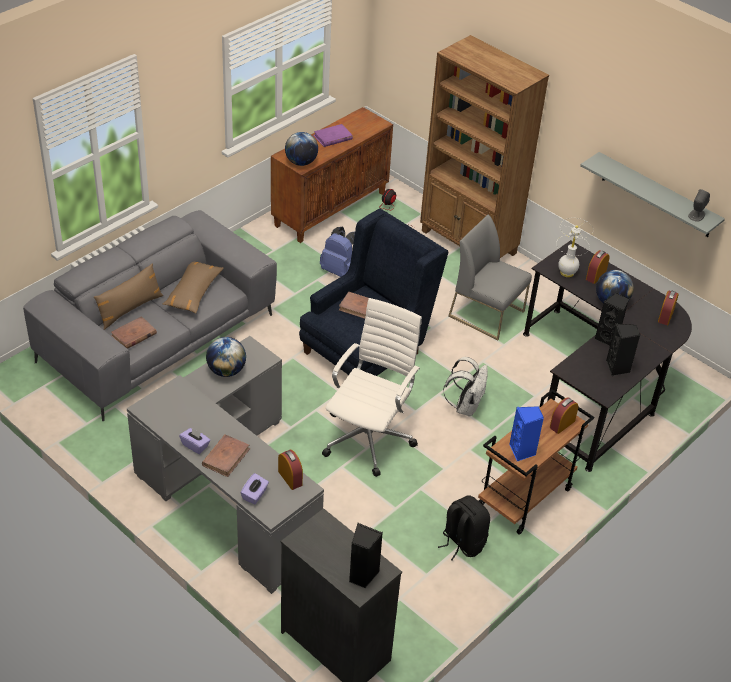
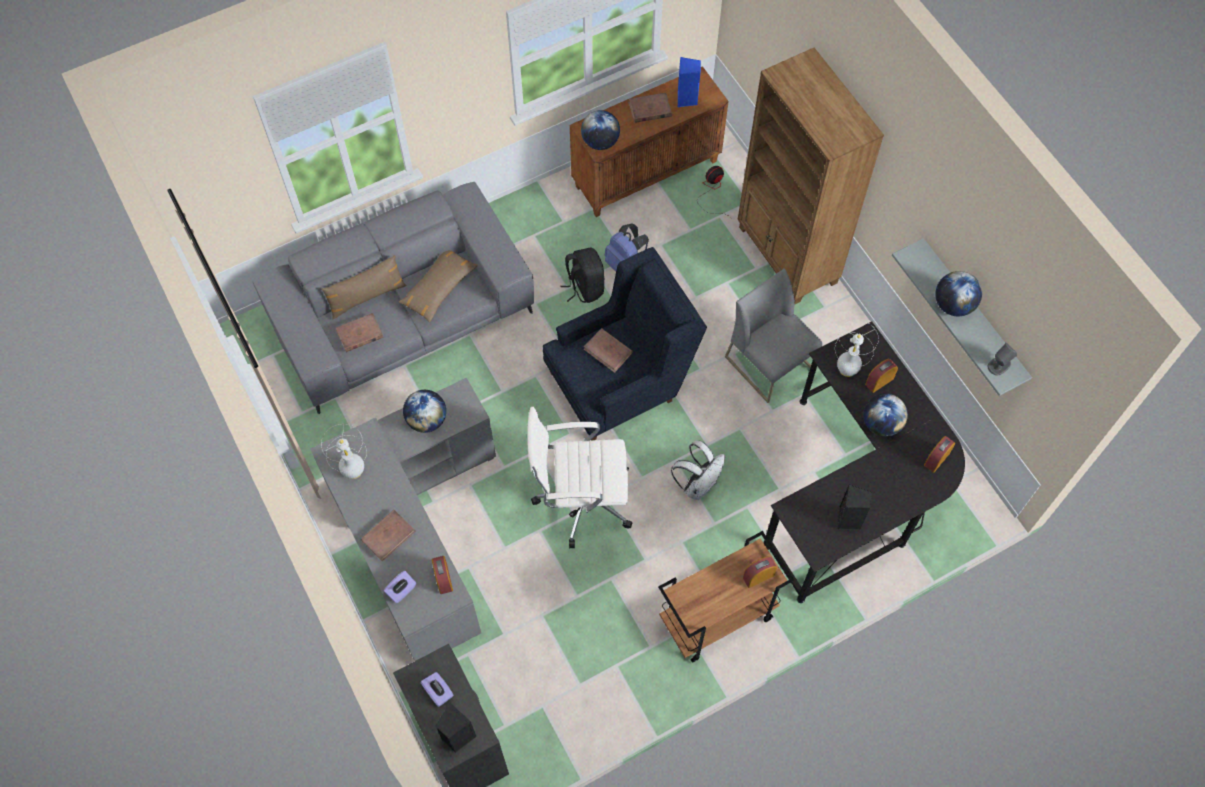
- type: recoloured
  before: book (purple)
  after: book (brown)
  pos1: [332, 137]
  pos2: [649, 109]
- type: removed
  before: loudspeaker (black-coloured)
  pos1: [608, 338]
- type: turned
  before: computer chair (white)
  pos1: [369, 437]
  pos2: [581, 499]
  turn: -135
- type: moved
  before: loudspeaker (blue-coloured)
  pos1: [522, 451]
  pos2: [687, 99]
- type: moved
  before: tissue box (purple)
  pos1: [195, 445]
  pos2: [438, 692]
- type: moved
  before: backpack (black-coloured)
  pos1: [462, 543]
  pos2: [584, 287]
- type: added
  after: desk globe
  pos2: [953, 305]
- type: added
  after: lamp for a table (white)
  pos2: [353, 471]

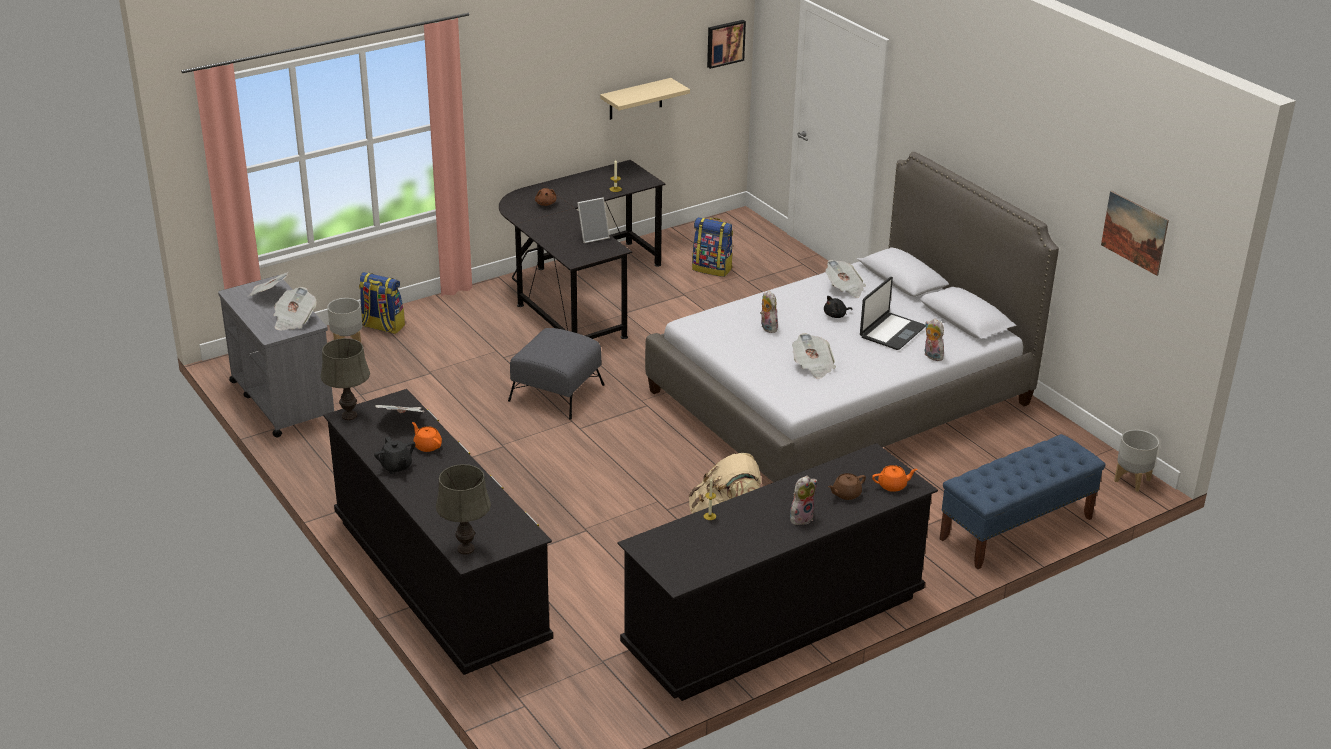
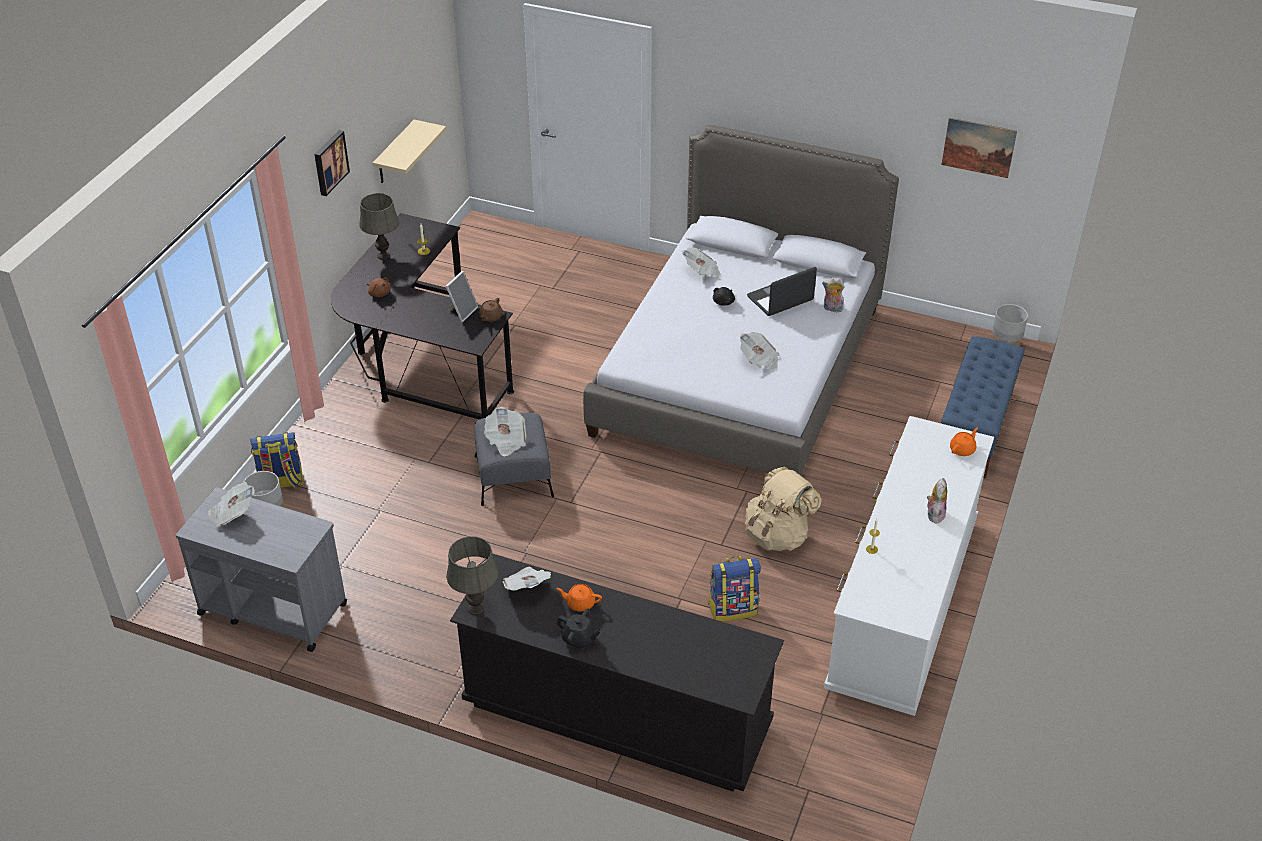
- type: moved
  before: wall art
  pos1: [725, 43]
  pos2: [329, 162]
- type: moved
  before: backpack
  pos1: [712, 269]
  pos2: [733, 608]
- type: turned
  before: laptop
  pos1: [891, 332]
  pos2: [780, 299]
  turn: -120
- type: moved
  before: printed paper
  pos1: [294, 320]
  pos2: [506, 440]
- type: removed
  before: cuddly toy
  pos1: [767, 328]
- type: recoloured
  before: drawer chest (black-coloured)
  after: drawer chest (white)
  pos1: [774, 622]
  pos2: [902, 604]
- type: moved
  before: lamp for a table (greyish)
  pos1: [466, 549]
  pos2: [383, 256]
- type: moved
  before: teapot (brown)
  pos1: [846, 494]
  pos2: [490, 317]

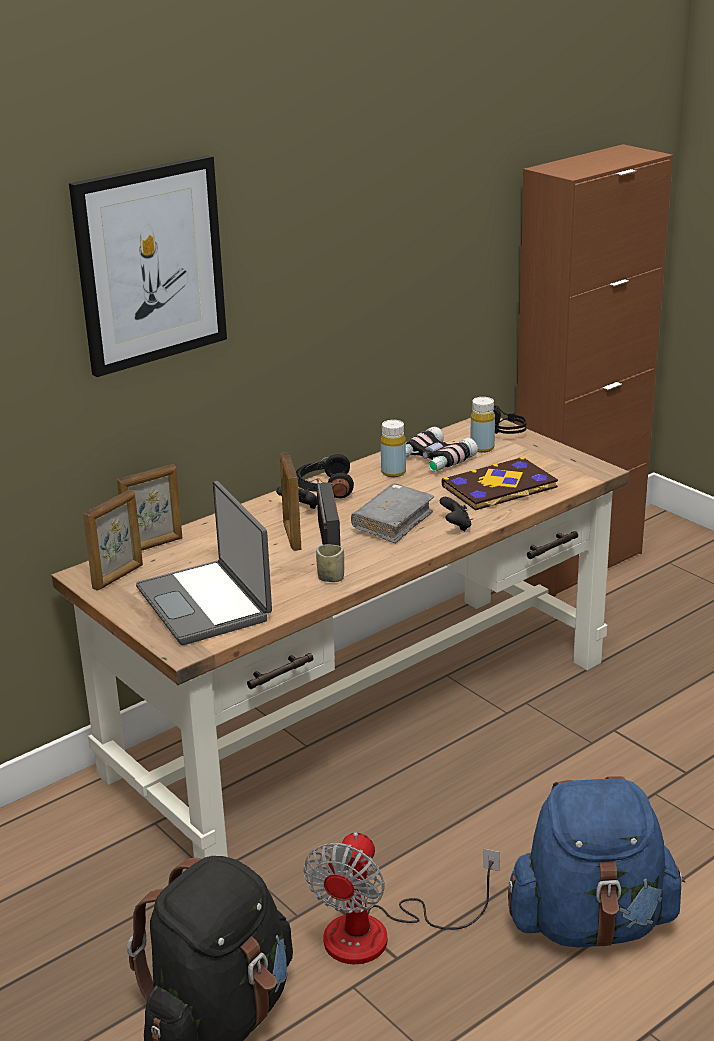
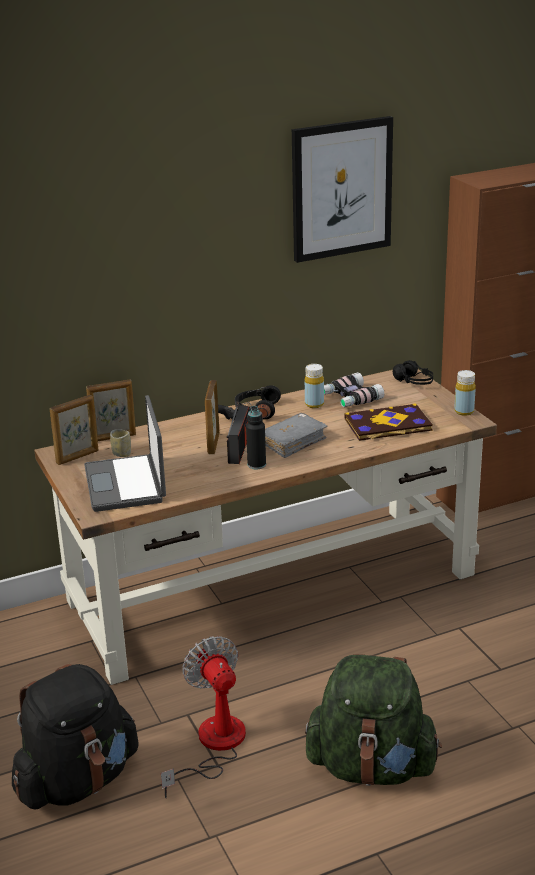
- type: moved
  before: wall art
  pos1: [150, 264]
  pos2: [341, 189]
- type: moved
  before: beverage bottle (yellow)
  pos1: [482, 448]
  pos2: [464, 411]
- type: removed
  before: gamepad (black-coloured)
  pos1: [456, 526]
- type: moved
  before: cup
  pos1: [331, 578]
  pos2: [121, 454]
- type: recoloured
  before: backpack (blue-coloured)
  after: backpack (green)
  pos1: [591, 923]
  pos2: [371, 767]
- type: turned
  before: cooling fan
  pos1: [379, 934]
  pos2: [213, 746]
  turn: 120
- type: added
  after: beverage bottle (black-coloured)
  pos2: [256, 465]

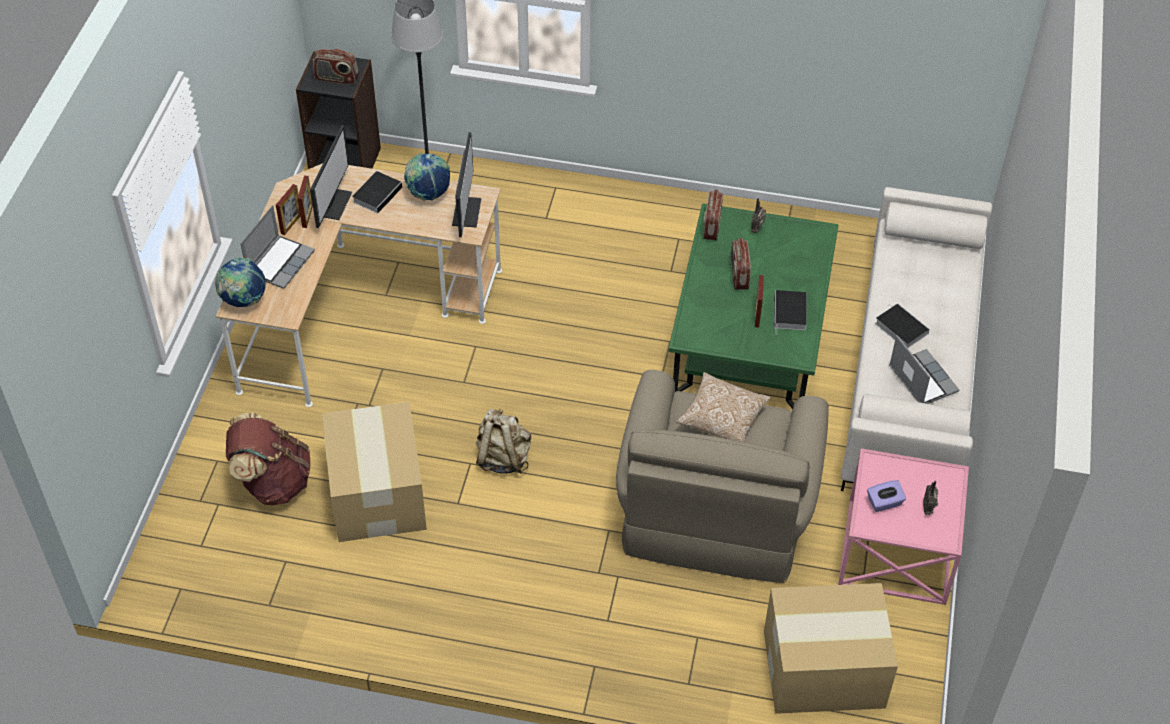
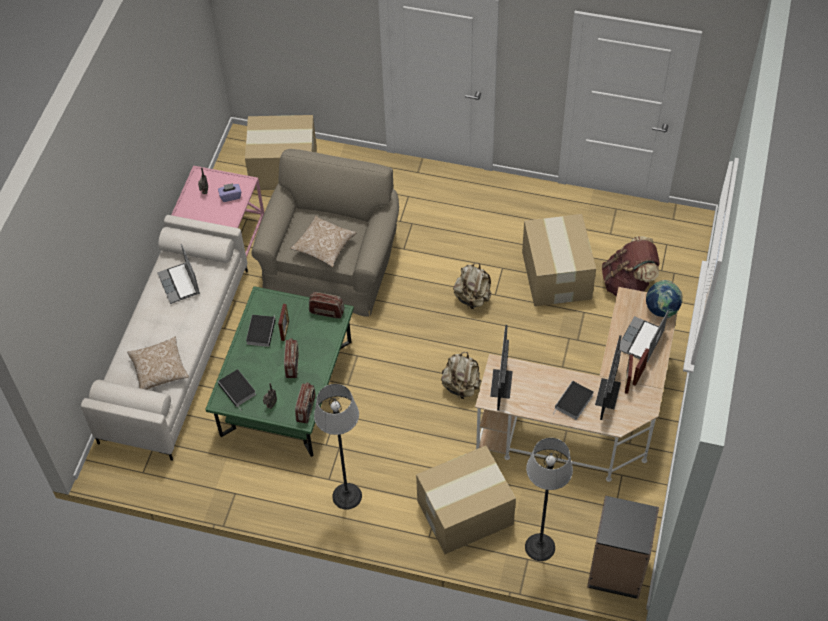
- type: moved
  before: radio
  pos1: [336, 78]
  pos2: [327, 311]
- type: removed
  before: desk globe
  pos1: [428, 194]
- type: moved
  before: book
  pos1: [899, 328]
  pos2: [238, 390]
- type: added
  after: pillow
  pos2: [159, 370]
- type: added
  after: backpack (sand-coloured)
  pos2: [461, 386]
- type: added
  after: standing lamp
  pos2: [346, 496]
- type: added
  after: packing box
  pos2: [463, 512]

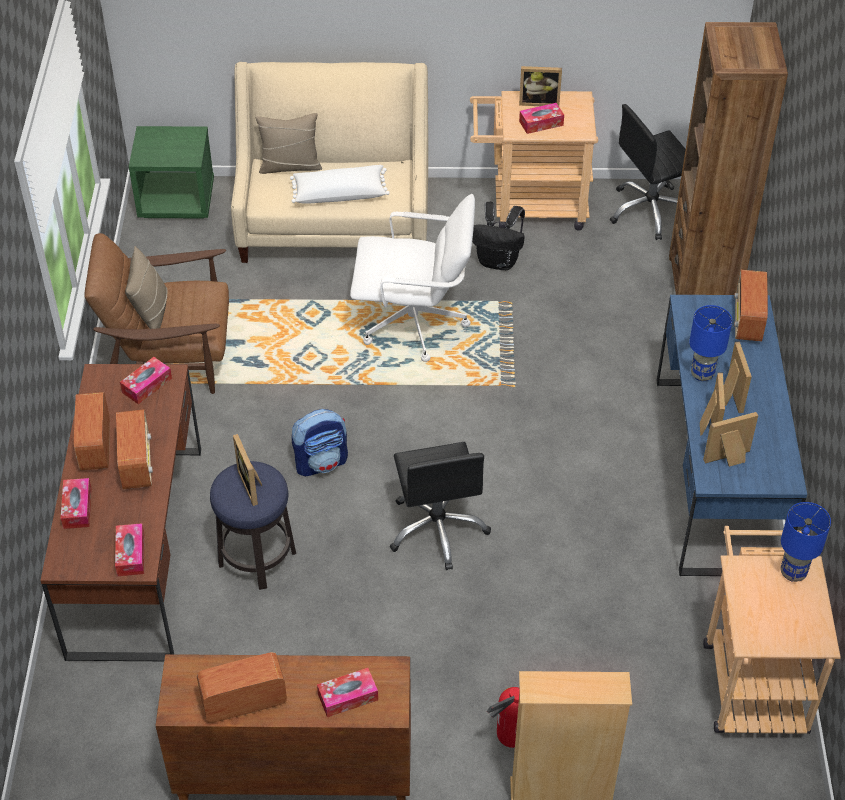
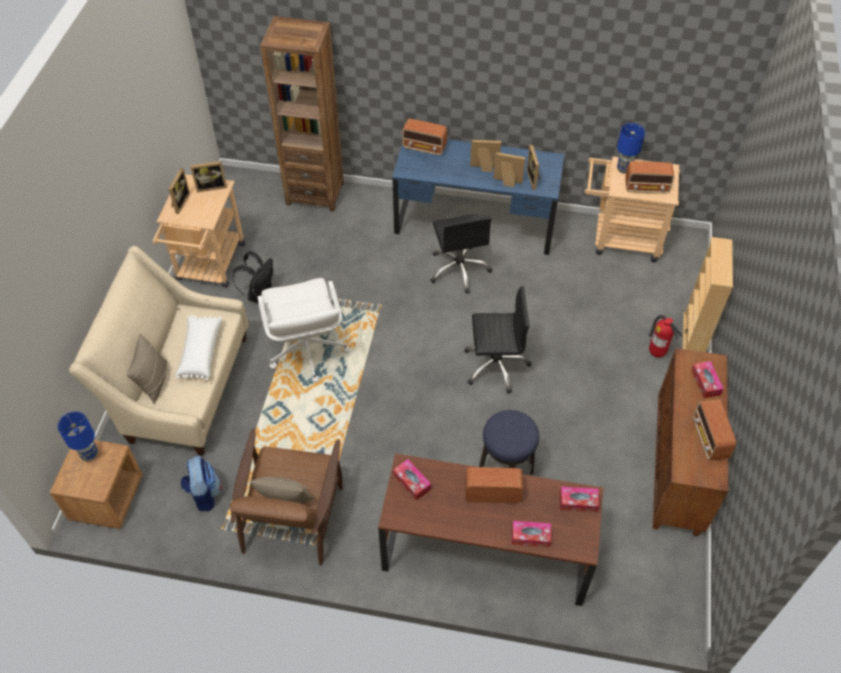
- type: removed
  before: tissue box
  pos1: [541, 123]
- type: moved
  before: computer chair (black-coloured)
  pos1: [649, 211]
  pos2: [459, 269]
- type: recoloured
  before: night table (green)
  after: night table (brown)
  pos1: [177, 200]
  pos2: [106, 498]
- type: turned
  before: computer chair (white)
  pos1: [414, 324]
  pos2: [307, 351]
  turn: 150
- type: moved
  before: lamp for a table (blue-coloured)
  pos1: [702, 374]
  pos2: [90, 454]
- type: moved
  before: radio
  pos1: [95, 447]
  pos2: [647, 188]
- type: moved
  before: backpack
  pos1: [321, 462]
  pos2: [204, 494]
- type: moved
  before: photo frame
  pos1: [253, 485]
  pos2: [211, 186]

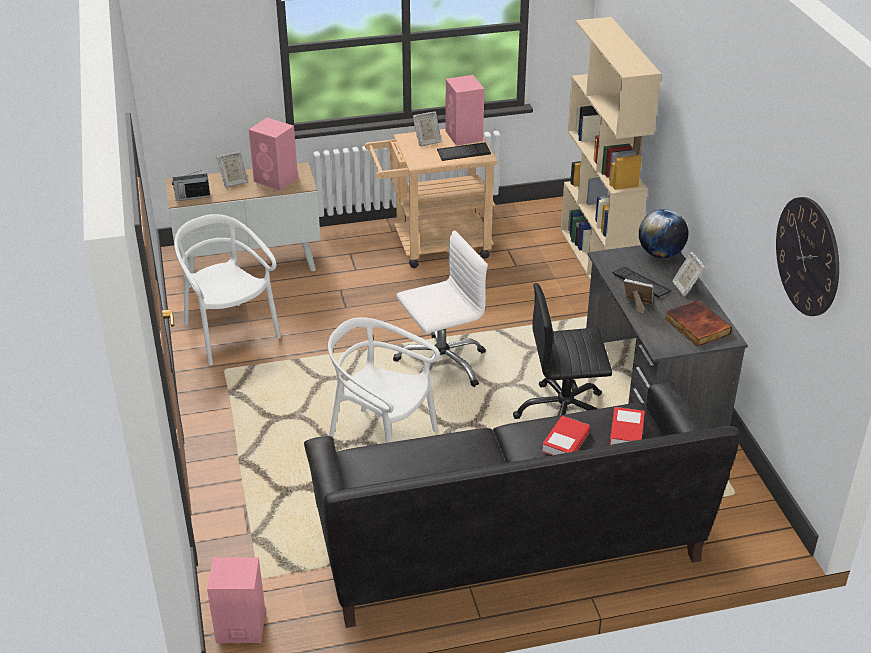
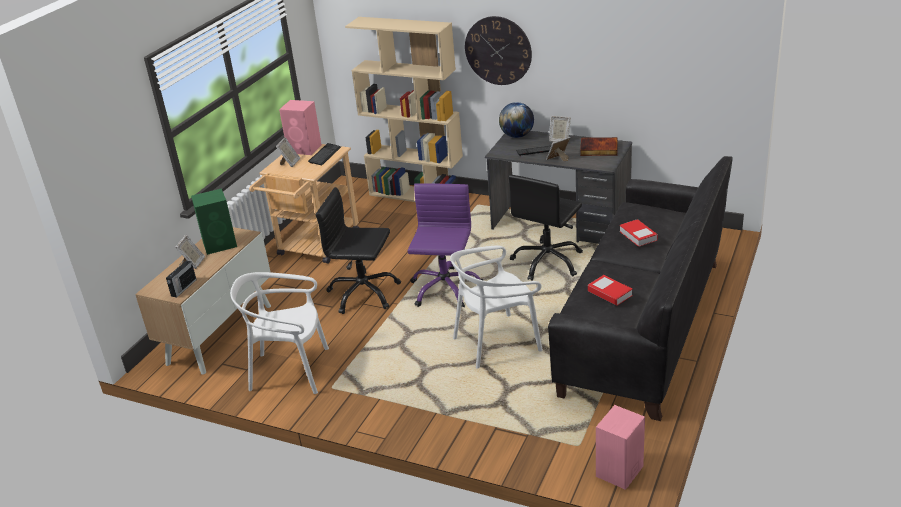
- type: recoloured
  before: loudspeaker (pink-coloured)
  after: loudspeaker (green)
  pos1: [276, 180]
  pos2: [220, 244]
- type: moved
  before: wall clock
  pos1: [808, 256]
  pos2: [498, 50]
- type: recoloured
  before: computer chair (white)
  after: computer chair (purple)
  pos1: [441, 364]
  pos2: [445, 289]
- type: moved
  before: book
  pos1: [626, 432]
  pos2: [609, 293]
- type: added
  after: computer chair (black-coloured)
  pos2: [363, 293]

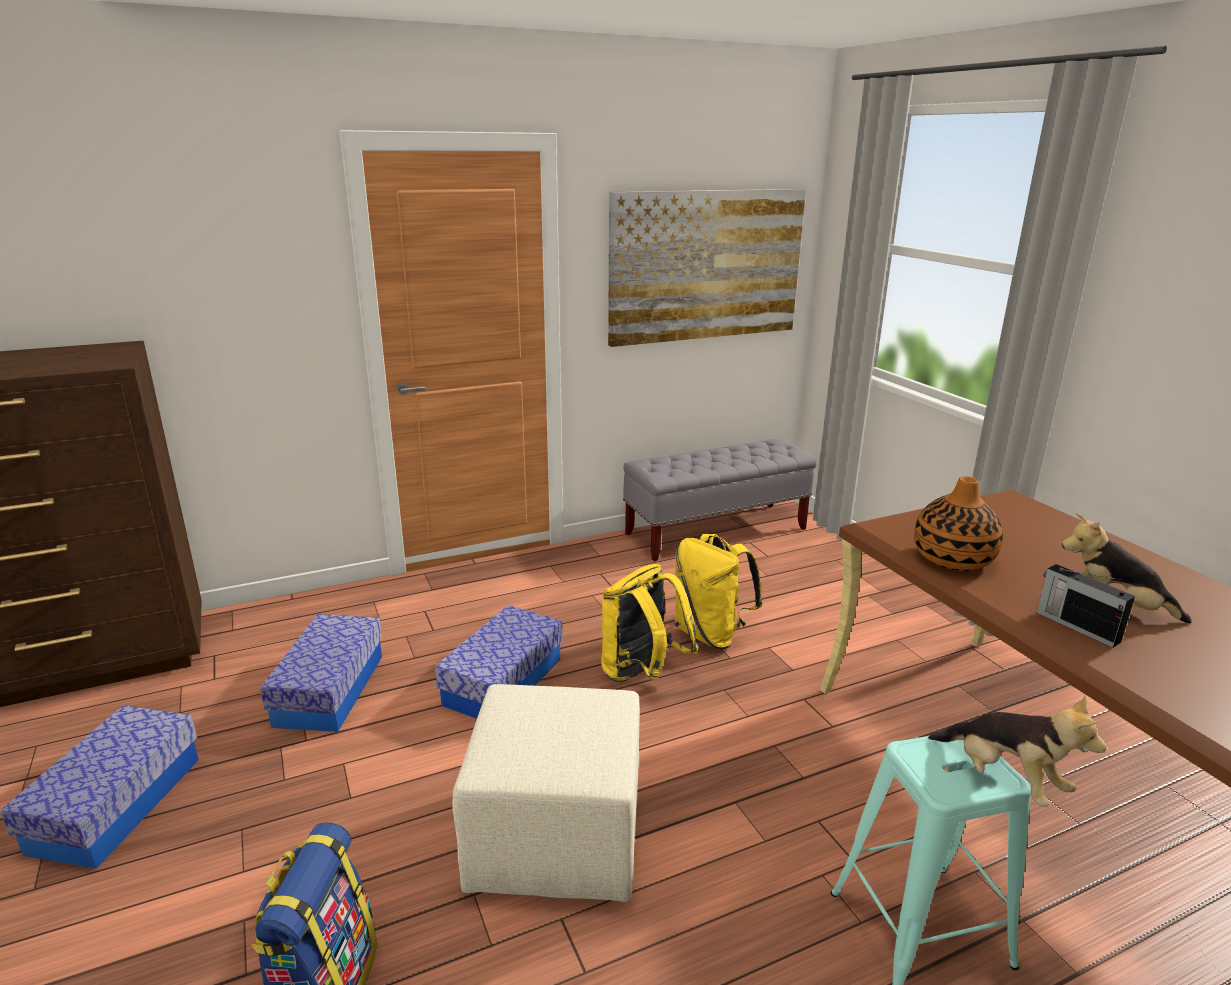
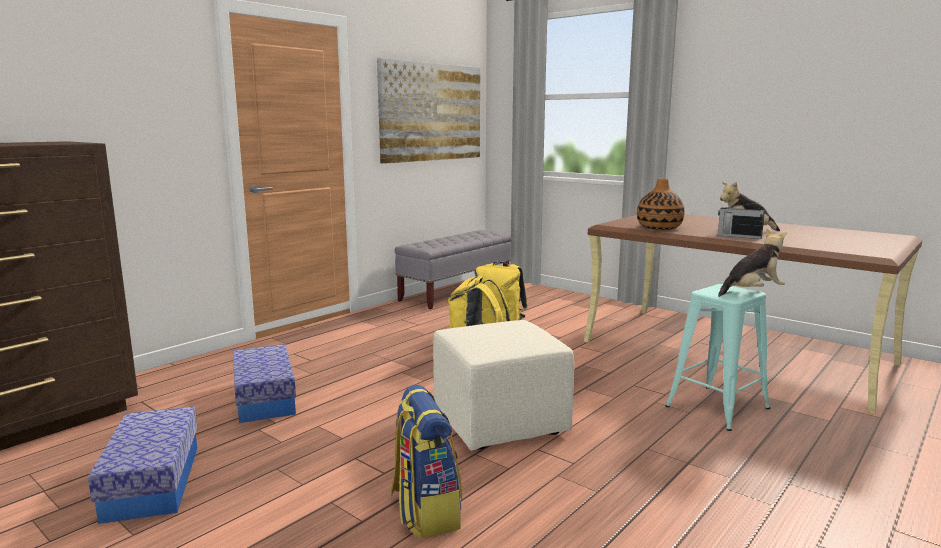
- type: removed
  before: storage container
  pos1: [503, 682]
- type: turned
  before: cuddly toy
  pos1: [1004, 779]
  pos2: [752, 292]
  turn: -45

